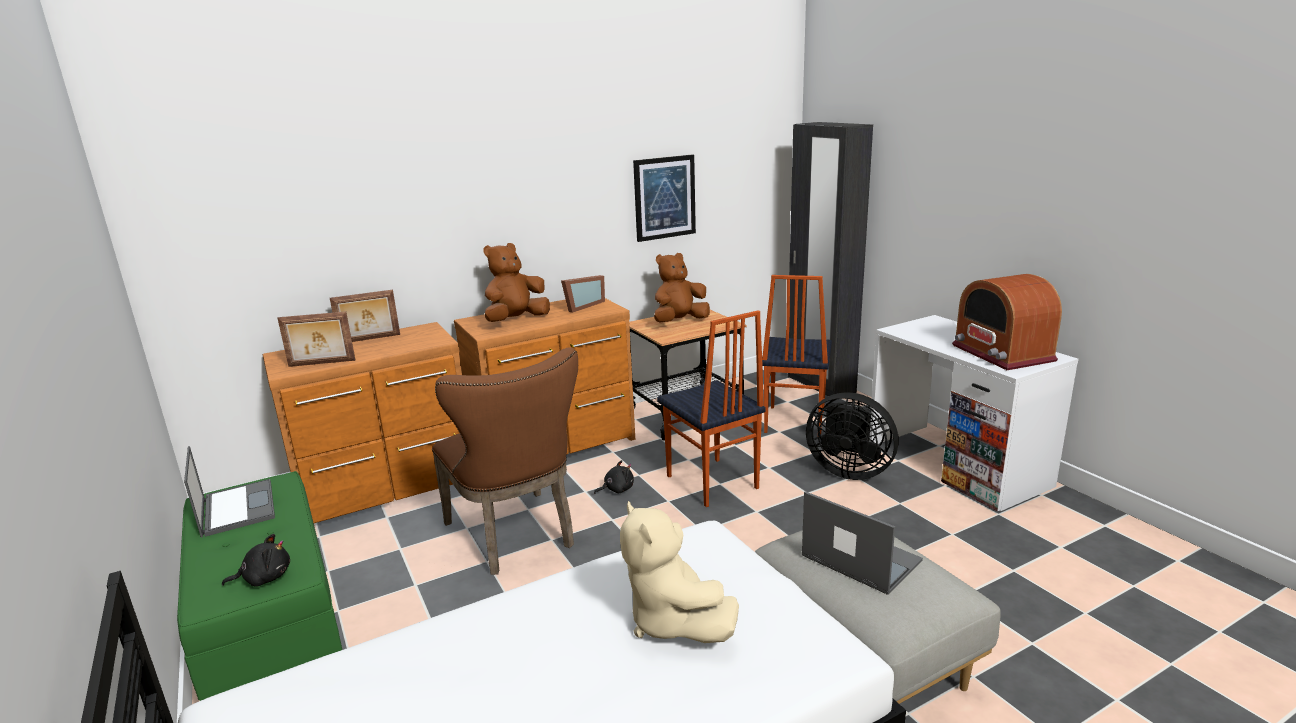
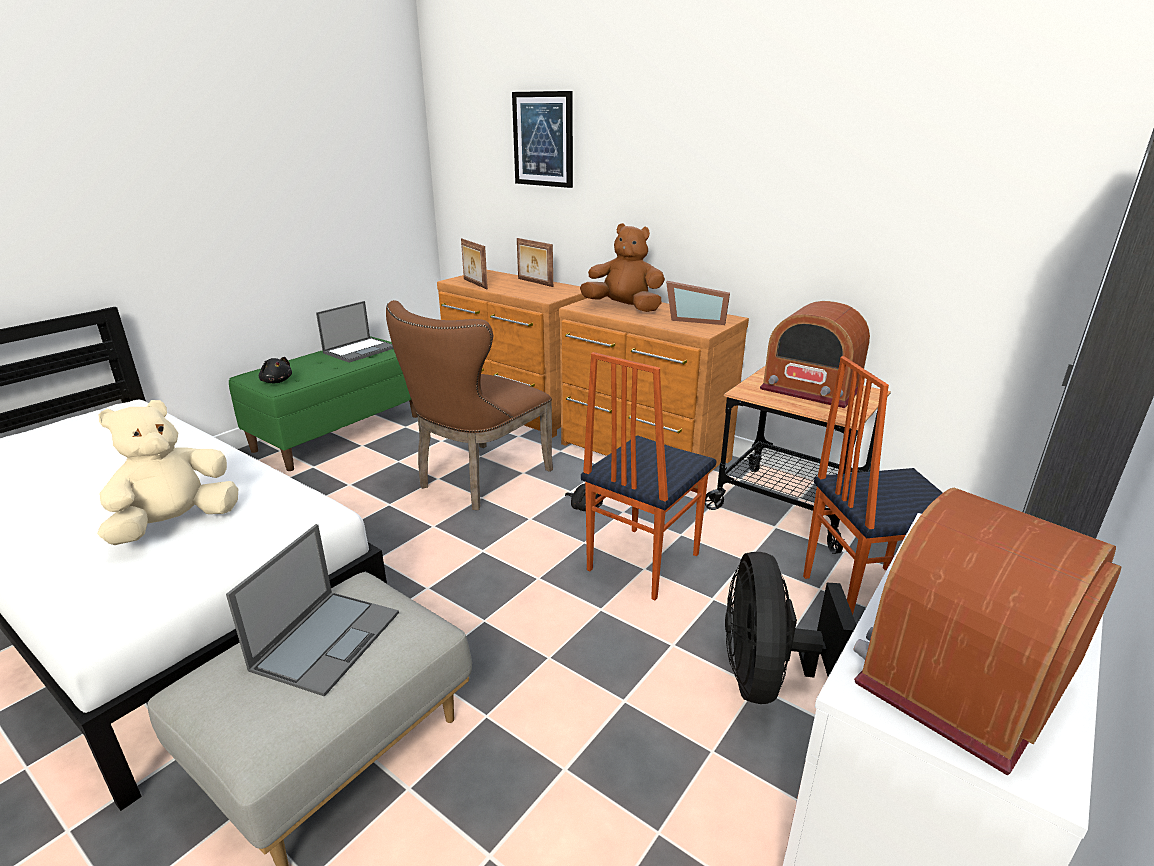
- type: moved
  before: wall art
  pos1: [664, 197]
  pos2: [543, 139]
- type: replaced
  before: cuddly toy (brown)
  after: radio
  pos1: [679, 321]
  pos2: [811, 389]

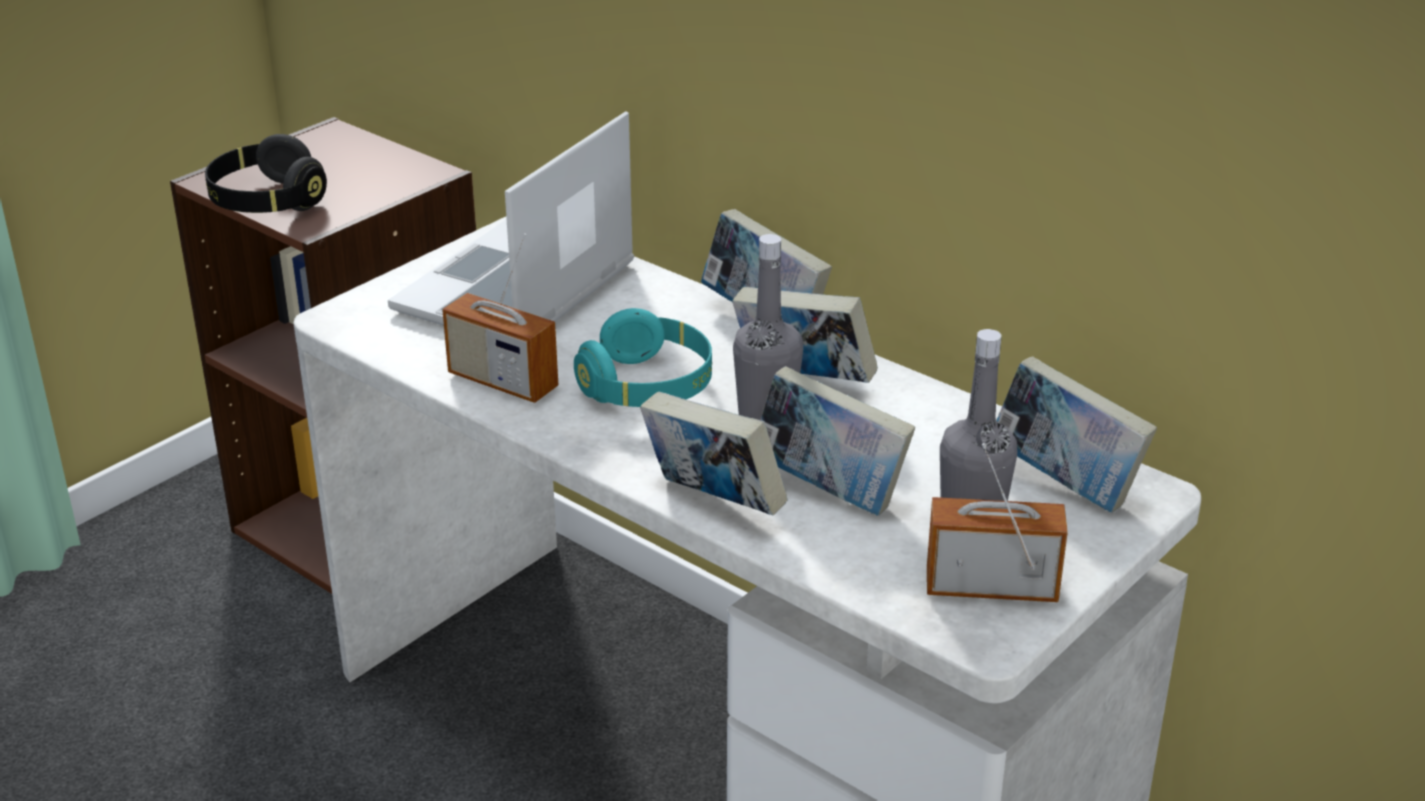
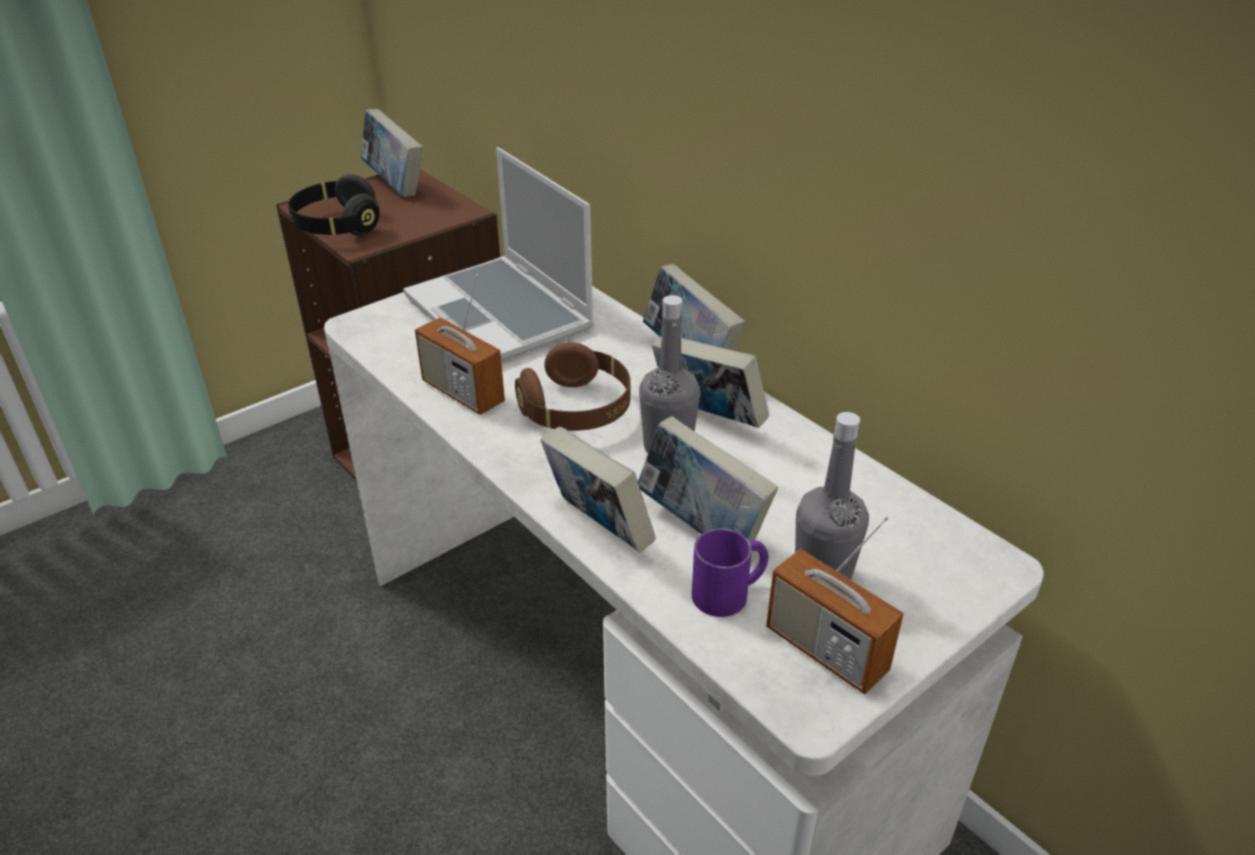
- type: turned
  before: laptop
  pos1: [516, 291]
  pos2: [502, 314]
  turn: -75
- type: recoloured
  before: pair of headphones (blue-green)
  after: pair of headphones (brown)
  pos1: [647, 388]
  pos2: [577, 410]
- type: moved
  before: book
  pos1: [1064, 484]
  pos2: [395, 185]
- type: turned
  before: radio
  pos1: [991, 587]
  pos2: [826, 650]
  turn: -150
- type: added
  after: coffee mug (purple)
  pos2: [730, 592]

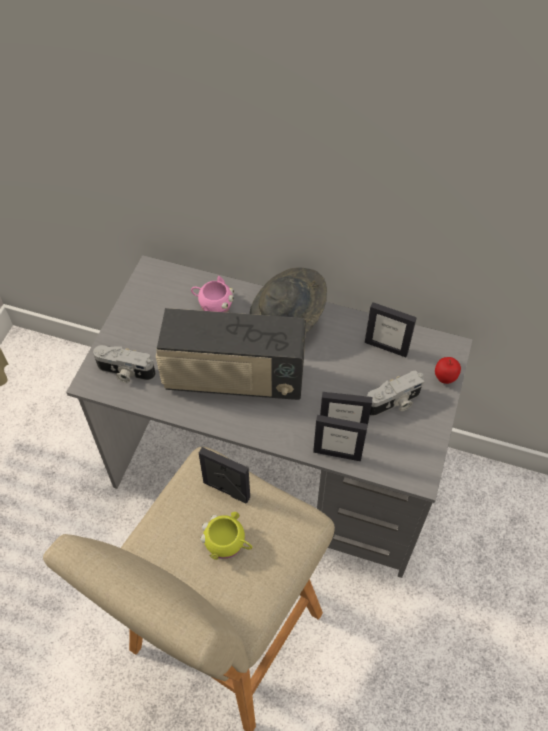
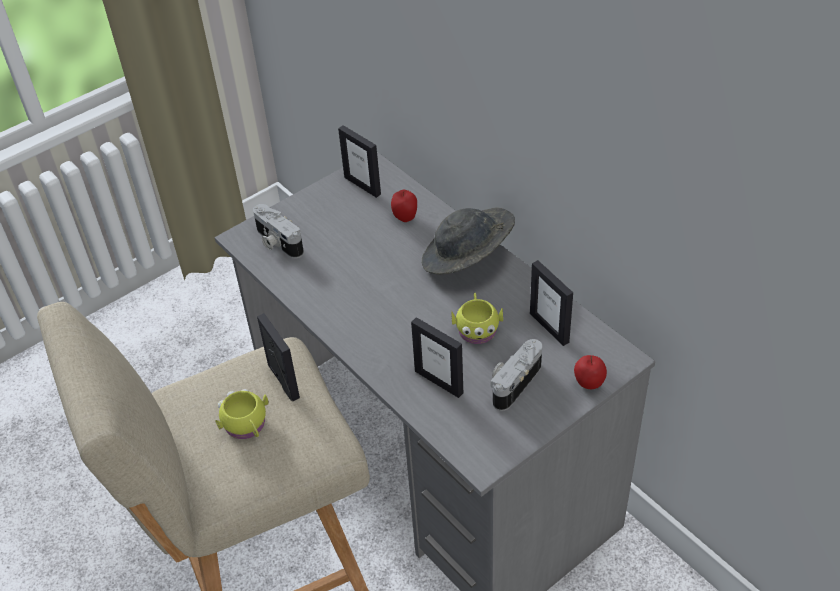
- type: replaced
  before: coffee mug (pink-coloured)
  after: whole apple
  pos1: [213, 304]
  pos2: [405, 217]
- type: removed
  before: radio
  pos1: [234, 379]
- type: turned
  before: still camera
  pos1: [394, 403]
  pos2: [513, 382]
  turn: 120
- type: moved
  before: photo frame
  pos1: [337, 453]
  pos2: [362, 185]
- type: added
  after: coffee mug (yellow)
  pos2: [477, 328]

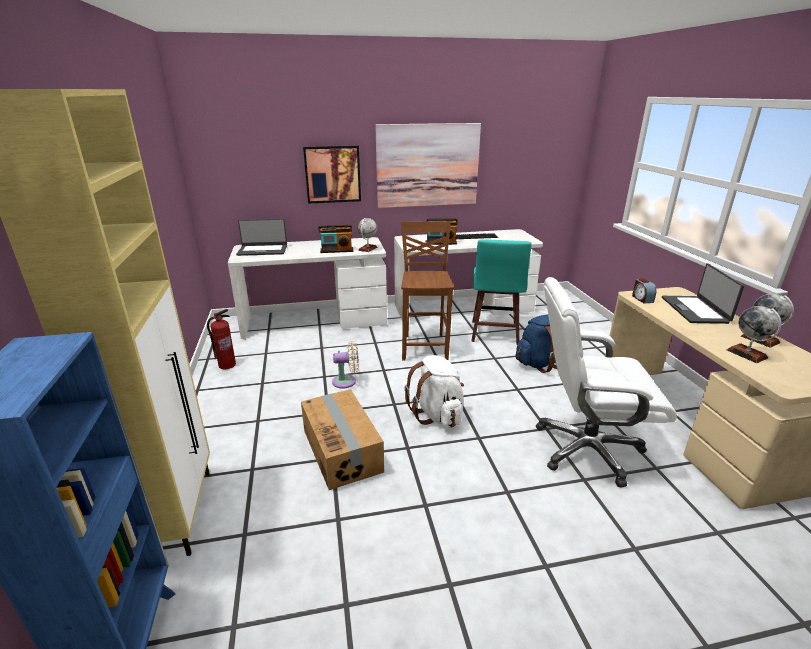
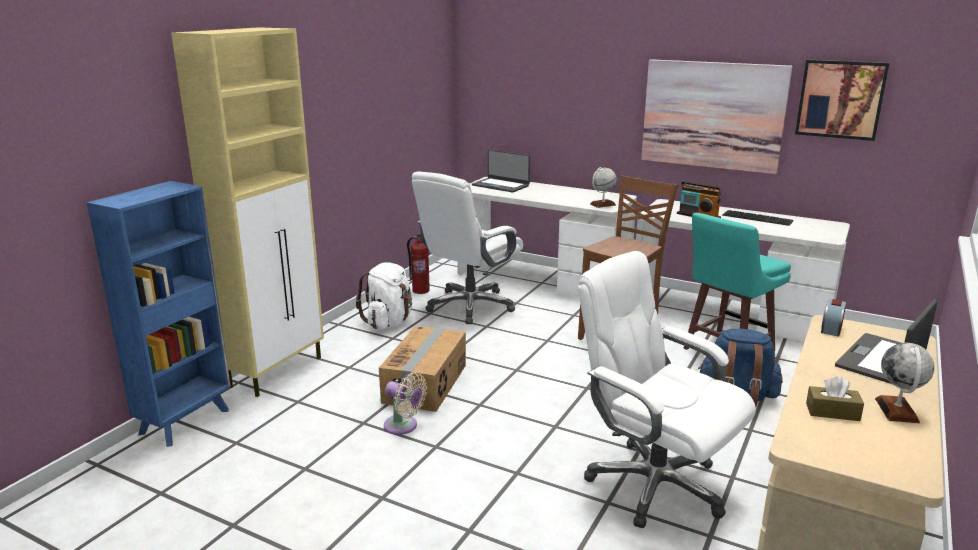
- type: moved
  before: wall art
  pos1: [332, 174]
  pos2: [840, 99]
- type: removed
  before: radio
  pos1: [336, 251]
- type: replaced
  before: desk globe
  after: tissue box (brown)
  pos1: [747, 354]
  pos2: [832, 412]
- type: moved
  before: cooling fan (sand-coloured)
  pos1: [347, 381]
  pos2: [403, 426]
- type: moved
  before: backpack (white)
  pos1: [437, 414]
  pos2: [389, 322]
- type: added
  after: computer chair (white)
  pos2: [470, 306]

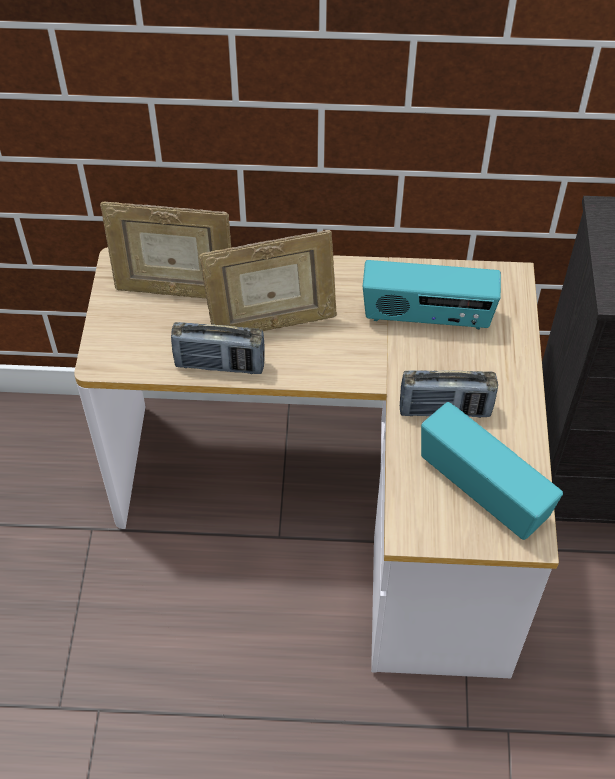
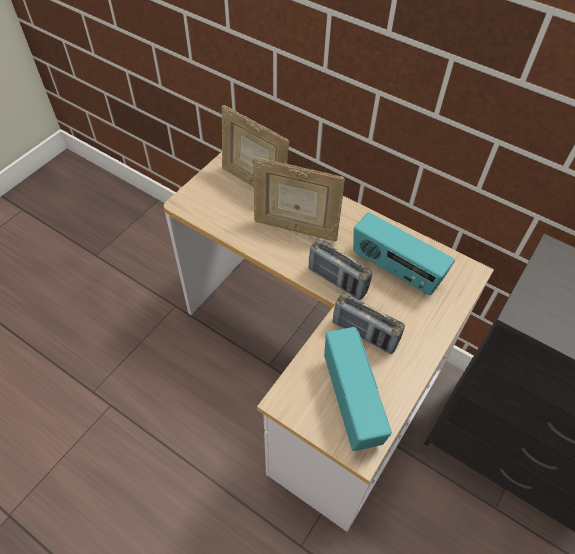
- type: moved
  before: radio
  pos1: [220, 365]
  pos2: [337, 281]

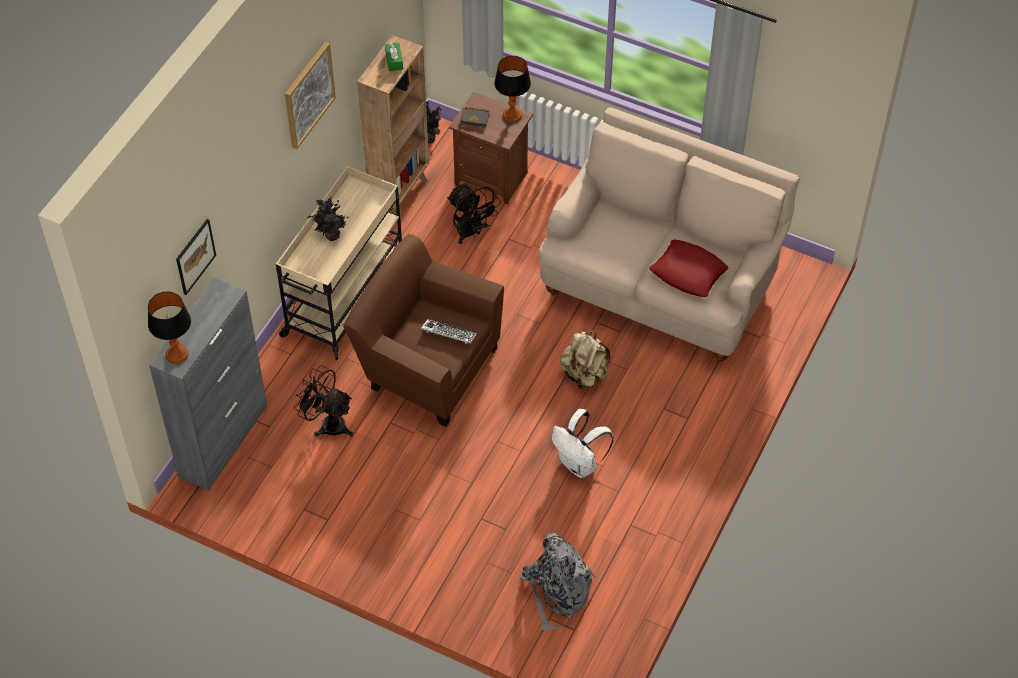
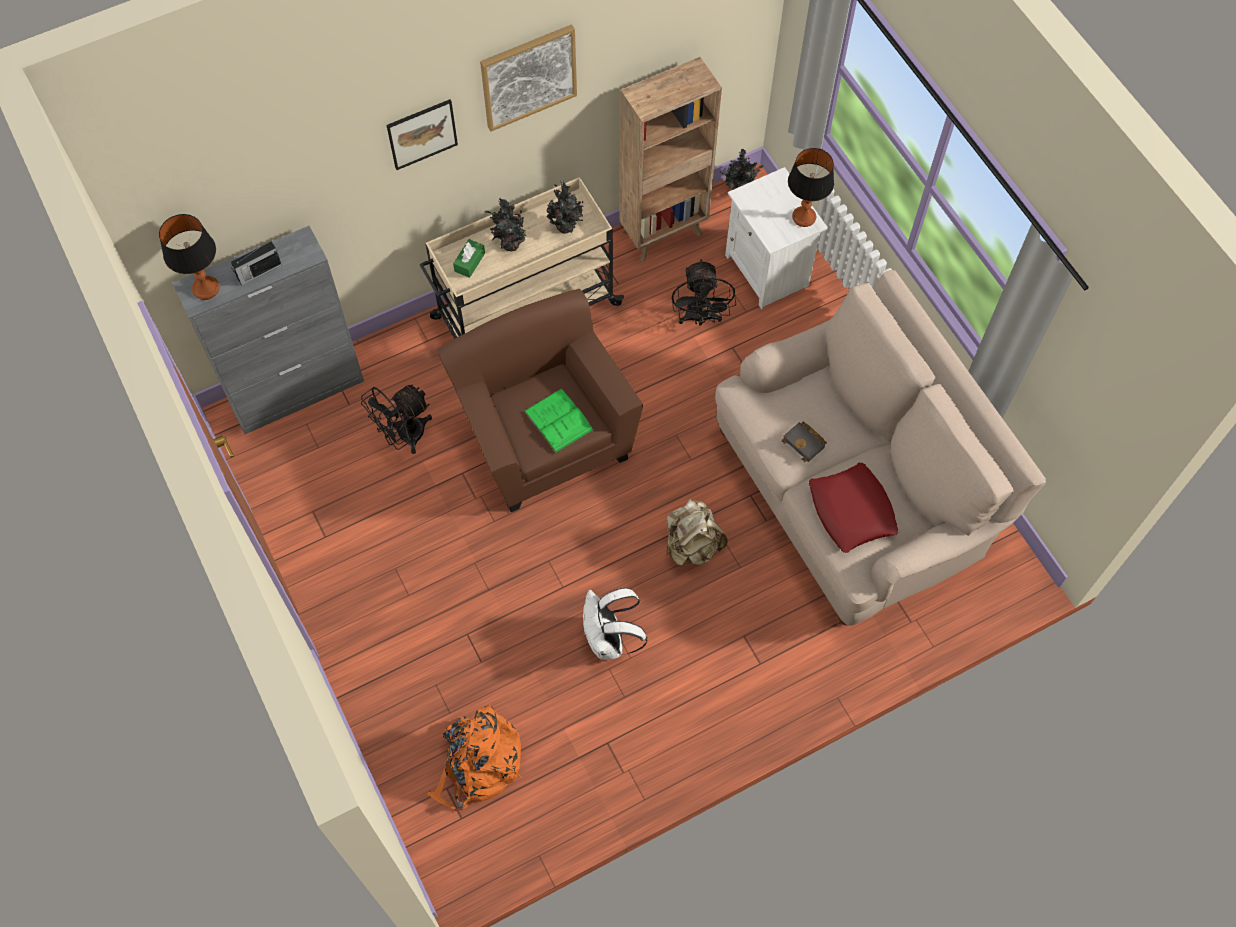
- type: moved
  before: tissue box (green)
  pos1: [394, 61]
  pos2: [469, 262]
- type: recoloured
  before: night table (brown)
  after: night table (white)
  pos1: [492, 177]
  pos2: [768, 270]
- type: moved
  before: book (black-coloured)
  pos1: [475, 119]
  pos2: [805, 443]
- type: moved
  before: wall art
  pos1: [195, 256]
  pos2: [422, 134]
- type: replaced
  before: keyboard
  after: book (green)
  pos1: [449, 334]
  pos2: [558, 420]
- type: turned
  before: cooling fan (black-coloured)
  pos1: [328, 423]
  pos2: [404, 436]
  turn: -105
- type: recoloured
  before: backpack (greyish)
  after: backpack (orangey)
  pos1: [557, 591]
  pos2: [478, 764]
- type: added
  after: plant in a pot
  pos2: [566, 228]
- type: added
  after: radio
  pos2: [258, 272]

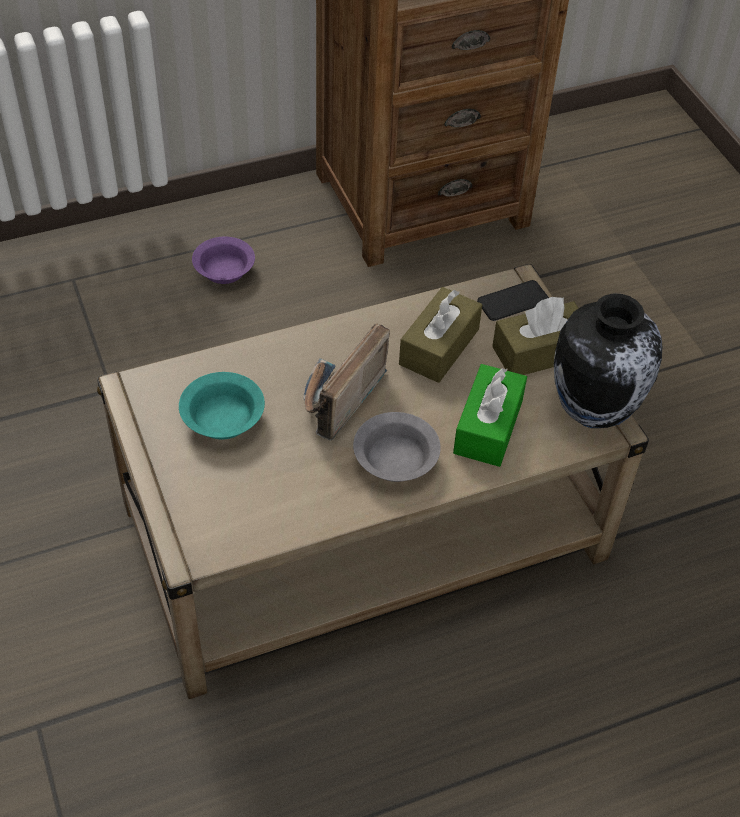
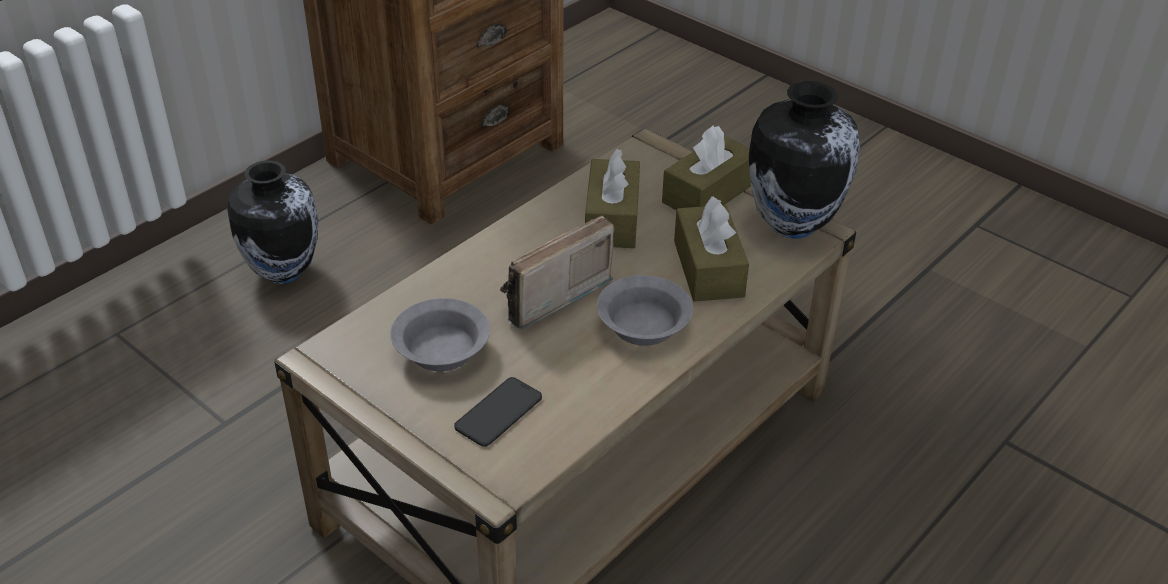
- type: replaced
  before: bowl (purple)
  after: decorative vase
  pos1: [225, 270]
  pos2: [284, 272]
- type: moved
  before: telephone
  pos1: [513, 301]
  pos2: [498, 412]
- type: turned
  before: radio
  pos1: [336, 400]
  pos2: [546, 295]
  turn: 45
- type: recoloured
  before: tissue box (green)
  after: tissue box (brown)
  pos1: [488, 427]
  pos2: [708, 268]
- type: recoloured
  before: bowl (blue-green)
  after: bowl (greyish)
  pos1: [222, 418]
  pos2: [440, 350]

